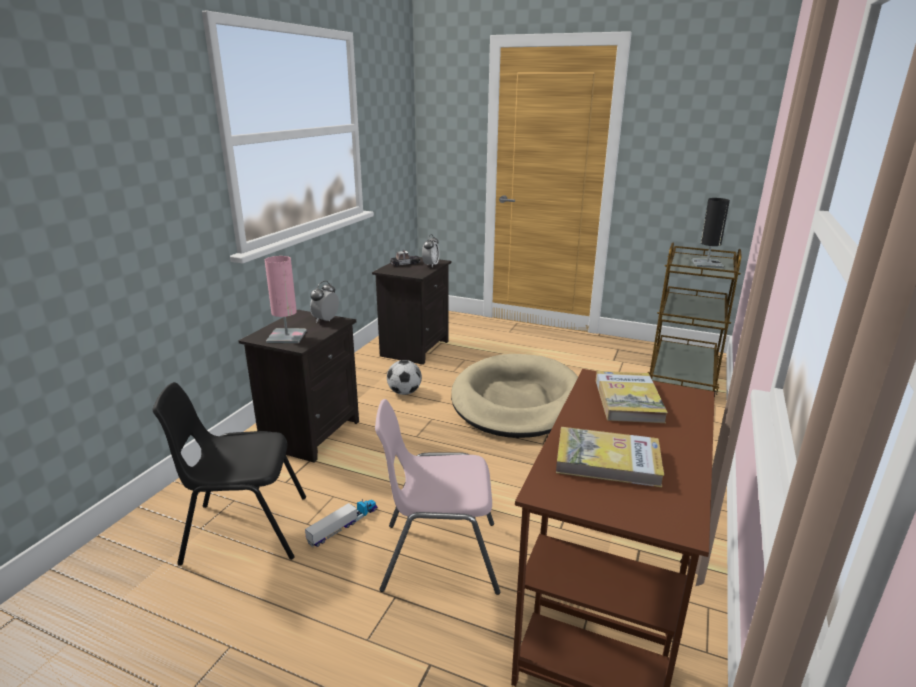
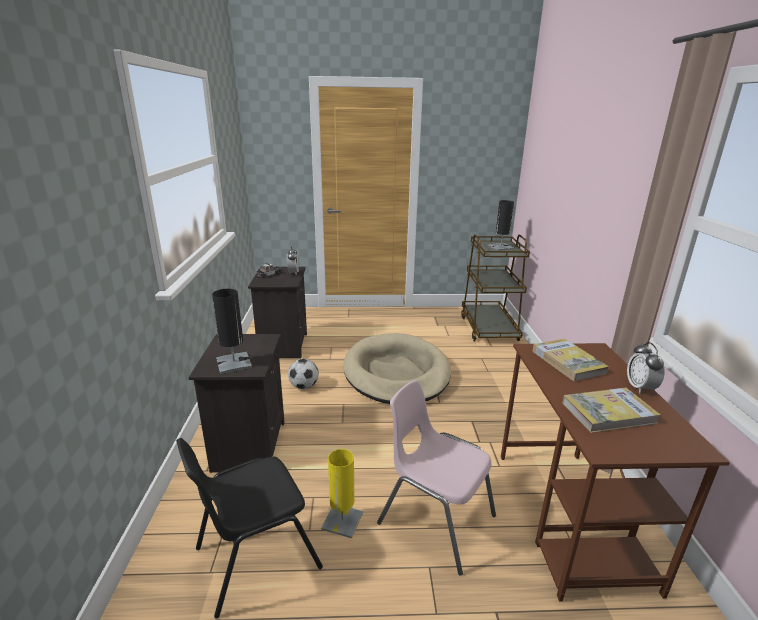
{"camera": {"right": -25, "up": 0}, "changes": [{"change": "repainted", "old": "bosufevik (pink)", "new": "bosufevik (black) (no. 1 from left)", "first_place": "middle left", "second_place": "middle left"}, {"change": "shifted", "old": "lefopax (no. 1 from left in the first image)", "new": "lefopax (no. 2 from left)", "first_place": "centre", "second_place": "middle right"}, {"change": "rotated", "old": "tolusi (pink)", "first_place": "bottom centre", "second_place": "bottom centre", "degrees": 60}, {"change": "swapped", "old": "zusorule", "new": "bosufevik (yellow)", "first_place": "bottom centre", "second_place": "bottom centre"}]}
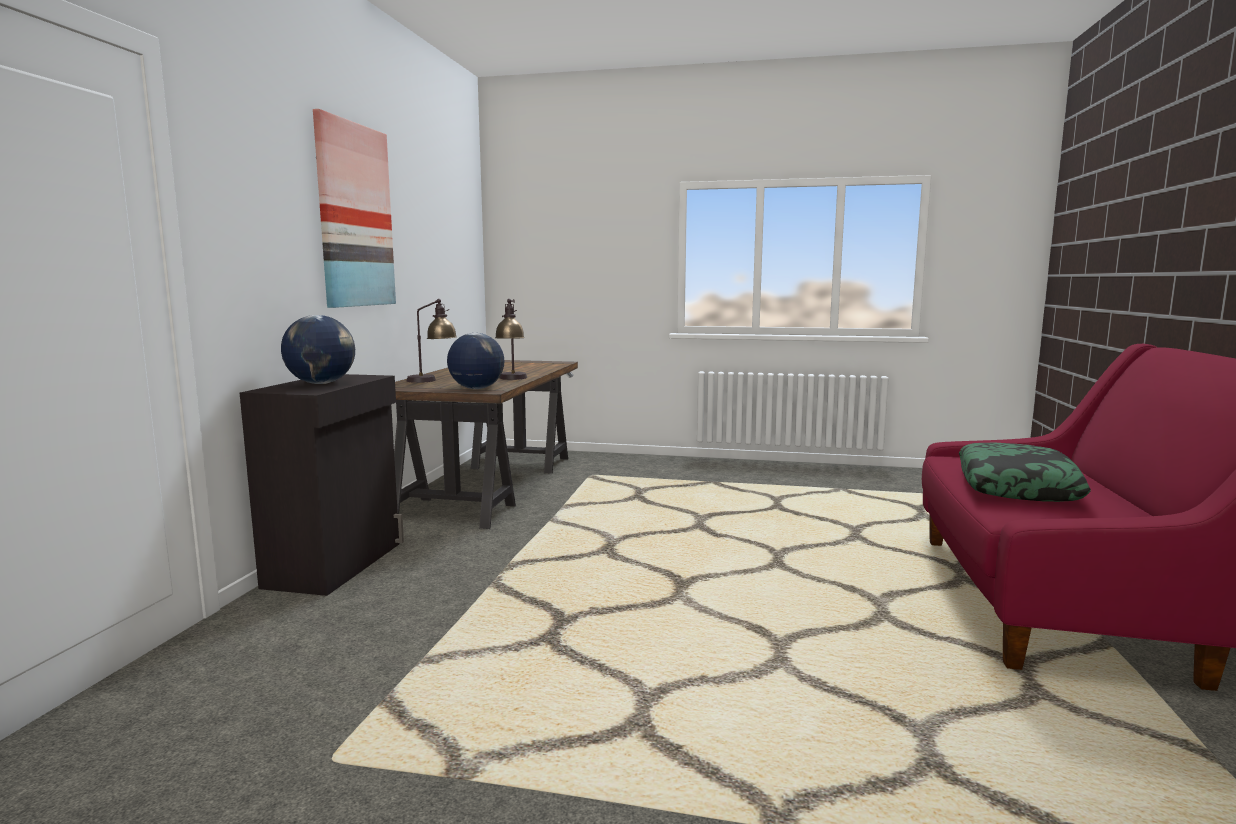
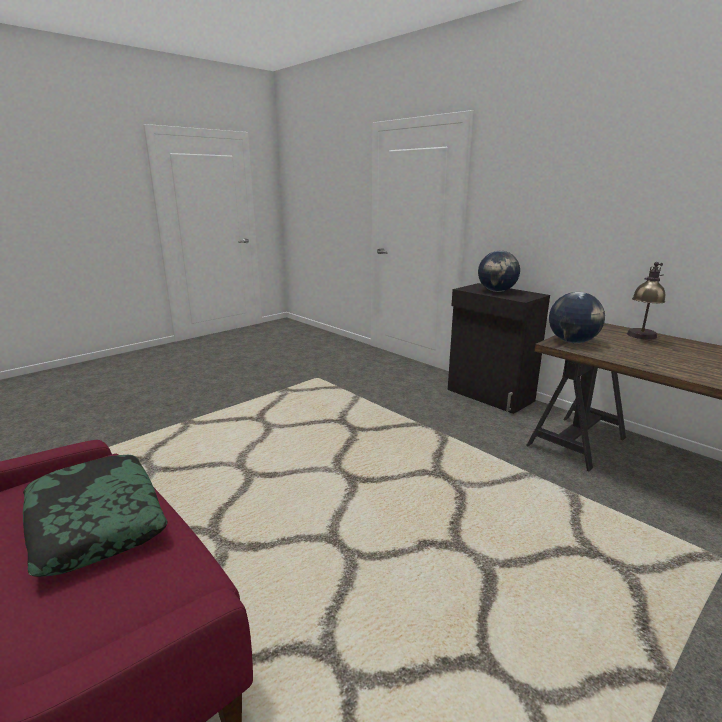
{"camera": {"right": 125, "up": 10}, "changes": [{"change": "gone", "old": "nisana", "first_place": "top left"}, {"change": "gone", "old": "bosufevik (no. 2 from left)", "first_place": "centre"}]}
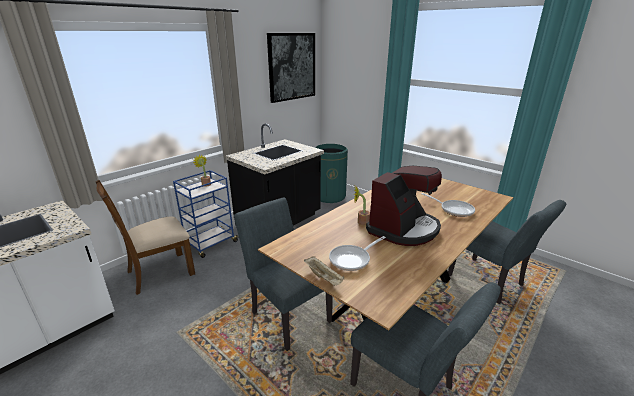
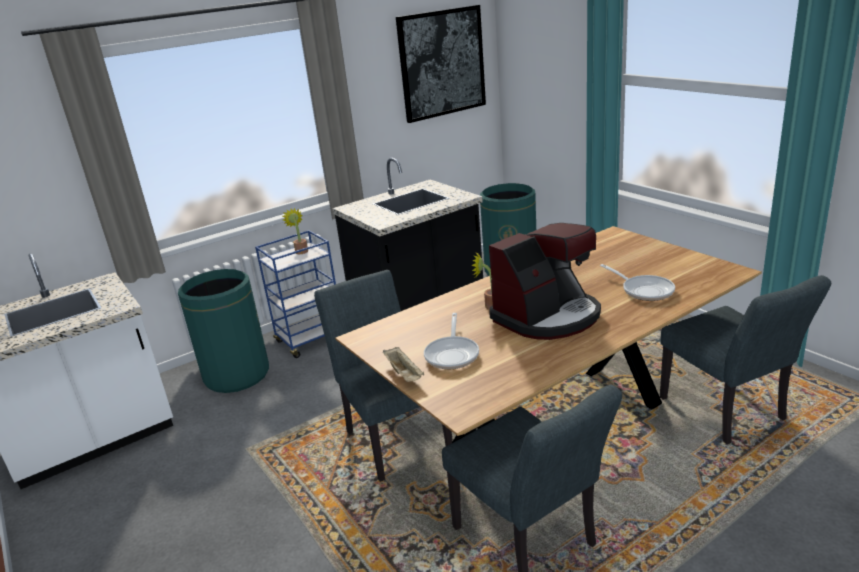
{"camera": {"right": 15, "up": 0}, "changes": [{"change": "swapped", "old": "tolusi (brown)", "new": "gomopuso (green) (no. 1 from left)", "first_place": "middle left", "second_place": "middle left"}, {"change": "rotated", "old": "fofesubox (no. 1 from left)", "first_place": "centre", "second_place": "centre", "degrees": -60}]}
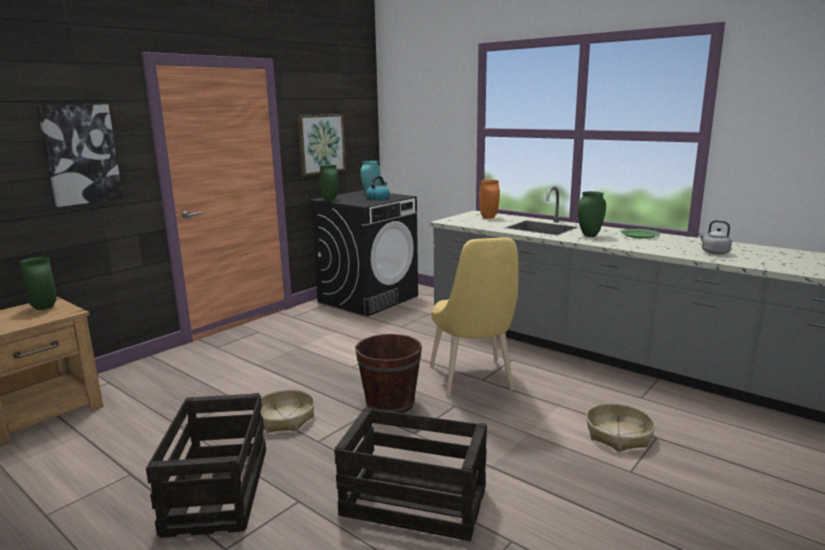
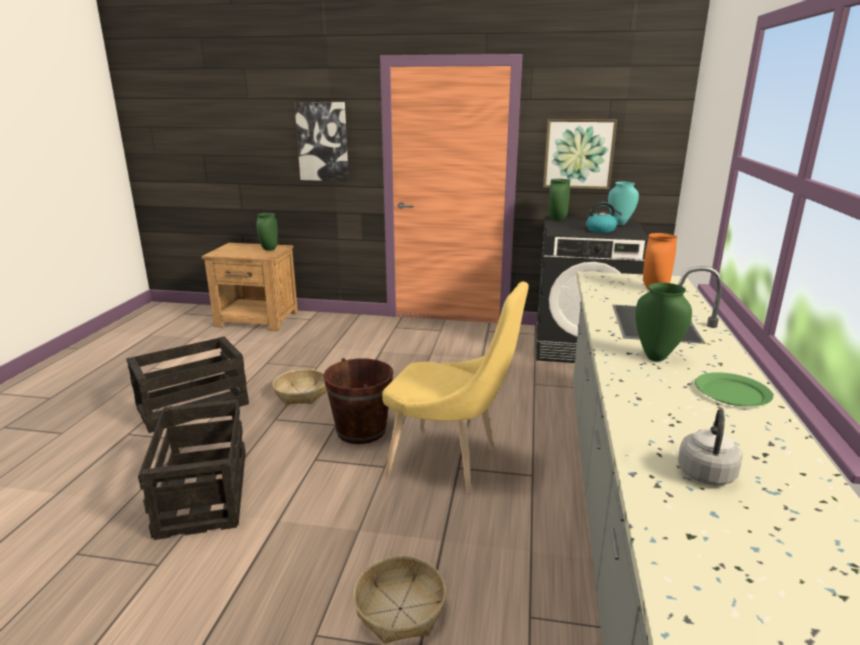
{"camera": {"right": 60, "up": 5}, "changes": [{"change": "rotated", "old": "tolusi (yellow)", "first_place": "centre", "second_place": "centre", "degrees": -120}]}
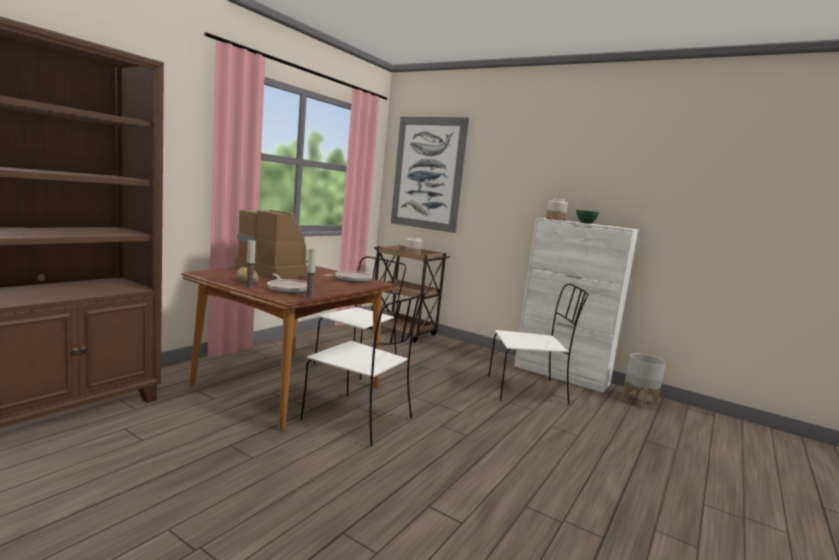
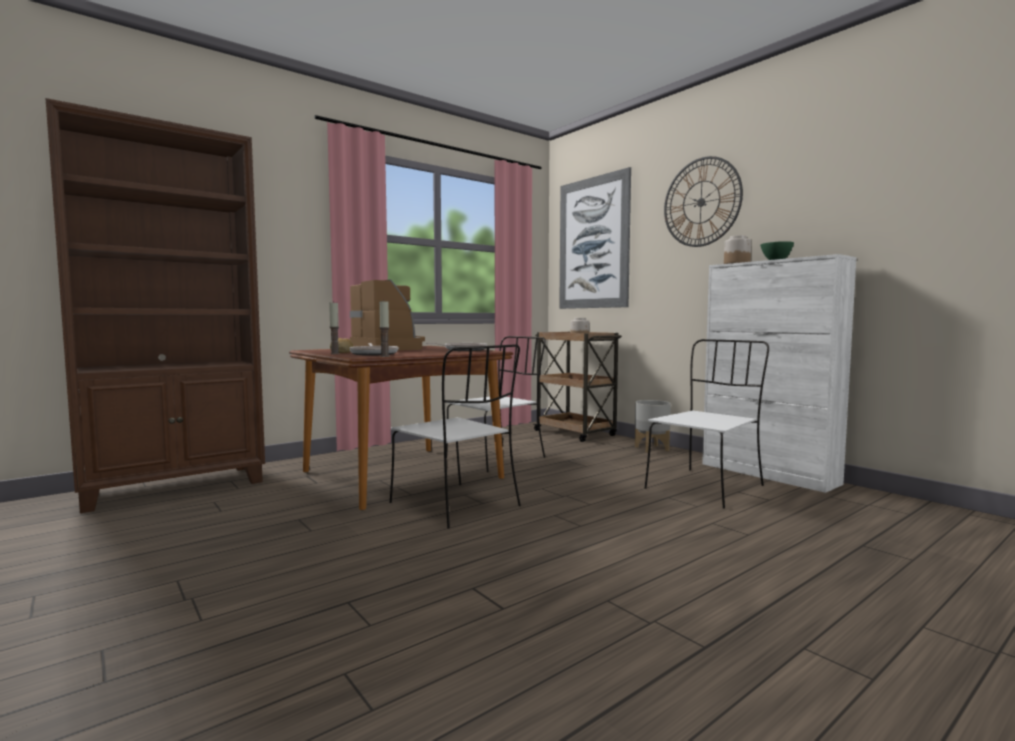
{"camera": {"right": 20, "up": -5}, "changes": [{"change": "rotated", "old": "tolusi (white) (no. 3 from left)", "first_place": "centre", "second_place": "middle right", "degrees": -60}, {"change": "shifted", "old": "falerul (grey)", "first_place": "bottom right", "second_place": "centre"}, {"change": "new", "new": "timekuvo", "second_place": "top right"}]}
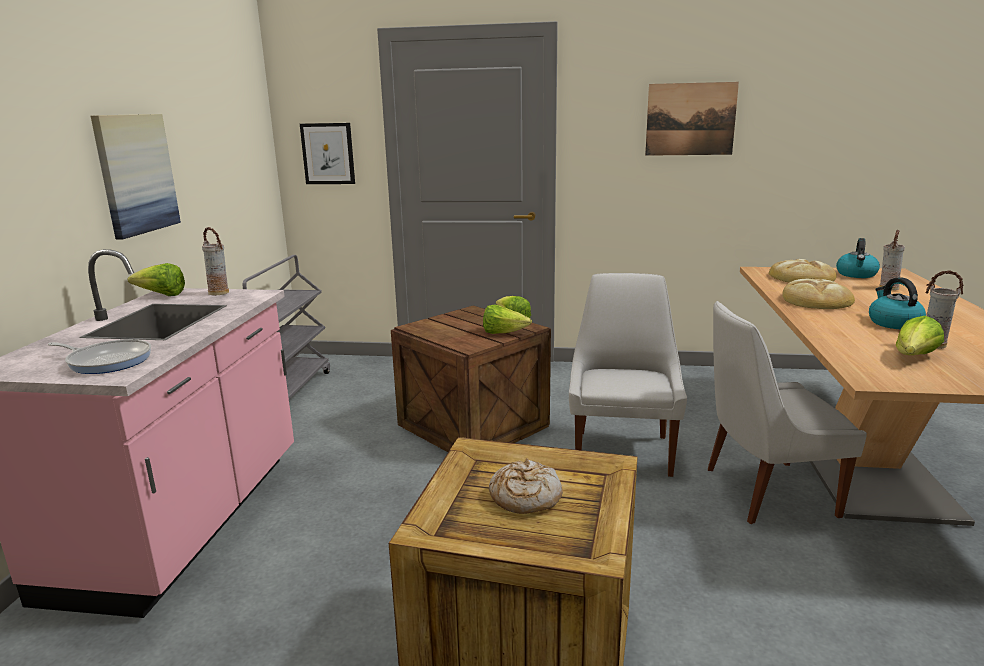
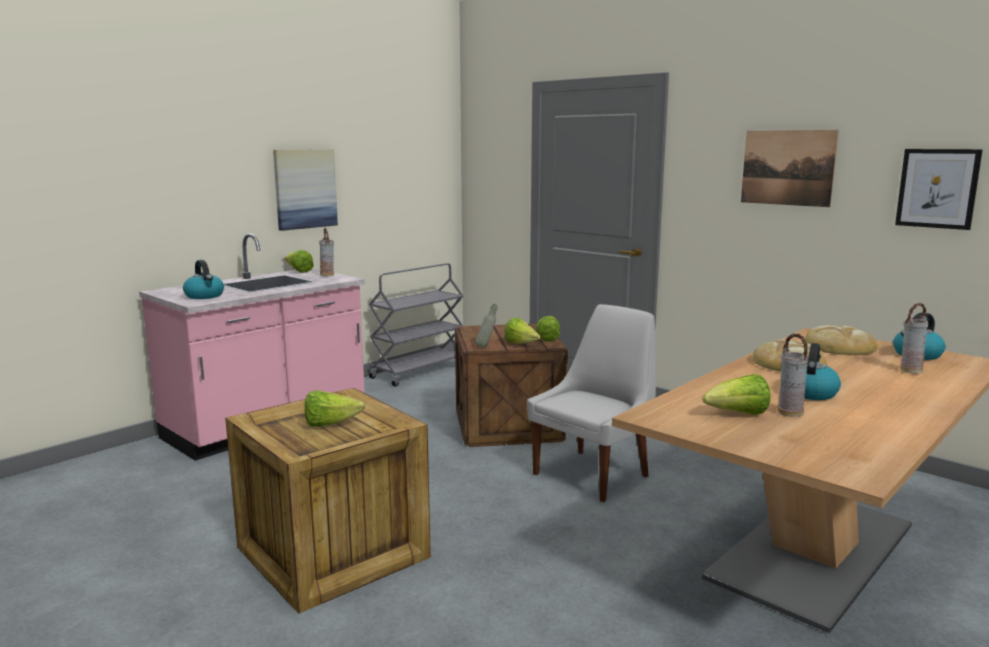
{"camera": {"right": 35, "up": -5}, "changes": [{"change": "shifted", "old": "nisana (no. 2 from left in the first image)", "new": "nisana (no. 3 from left)", "first_place": "top left", "second_place": "top right"}, {"change": "gone", "old": "tolusi (white) (no. 2 from left)", "first_place": "middle right"}, {"change": "swapped", "old": "fofesubox", "new": "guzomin (no. 1 from left)", "first_place": "middle left", "second_place": "middle left"}, {"change": "swapped", "old": "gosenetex (no. 1 from left)", "new": "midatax (no. 2 from left)", "first_place": "bottom centre", "second_place": "centre"}, {"change": "new", "new": "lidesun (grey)", "second_place": "centre"}]}
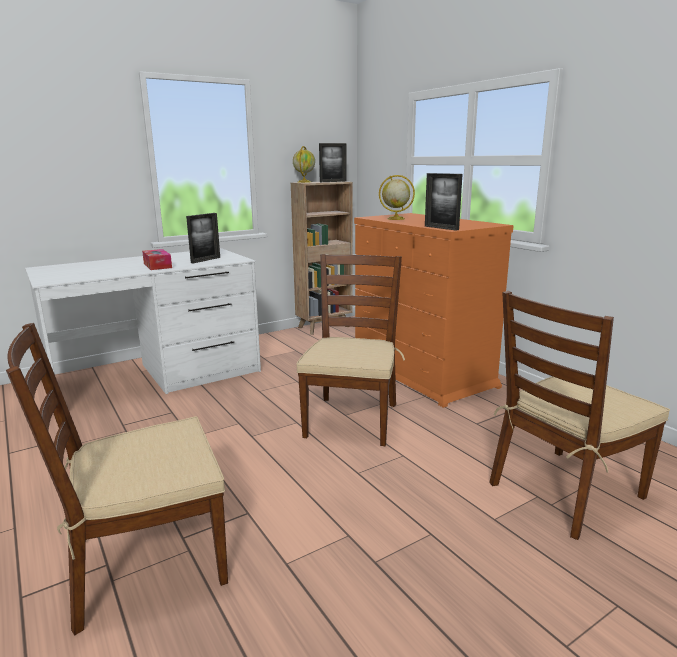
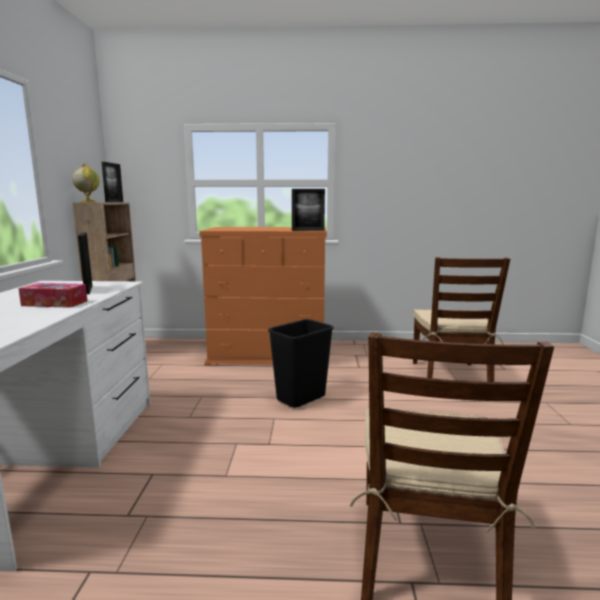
{"camera": {"right": -55, "up": -5}, "changes": [{"change": "gone", "old": "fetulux (no. 2 from left)", "first_place": "top centre"}, {"change": "swapped", "old": "tolusi (brown) (no. 2 from left)", "new": "gomopuso (black)", "first_place": "centre", "second_place": "centre"}]}
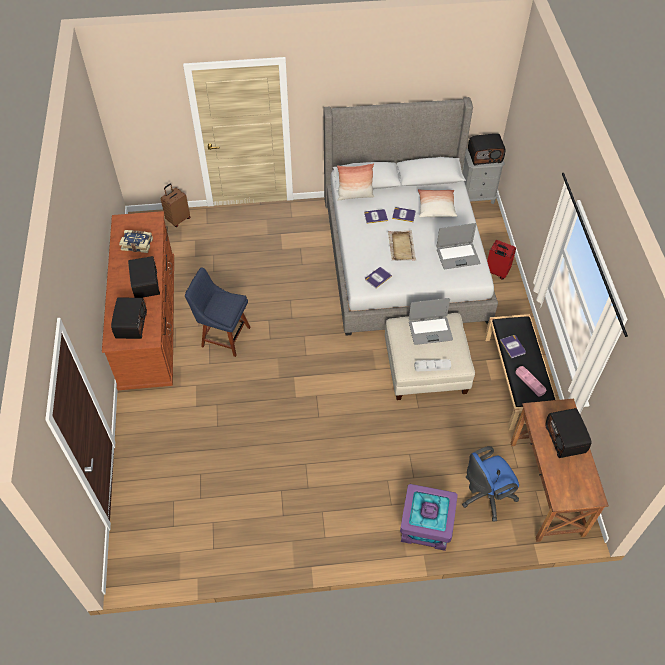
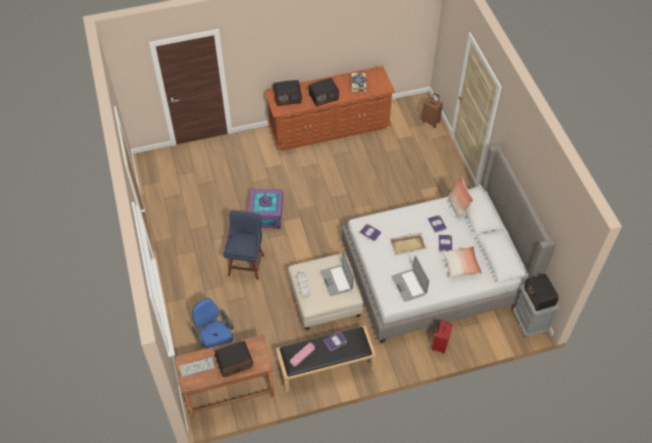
{"camera": {"right": 80, "up": 0}, "changes": [{"change": "shifted", "old": "tolusi (blue)", "first_place": "middle left", "second_place": "centre"}, {"change": "shifted", "old": "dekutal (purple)", "first_place": "bottom centre", "second_place": "centre"}, {"change": "new", "new": "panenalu", "second_place": "bottom left"}]}
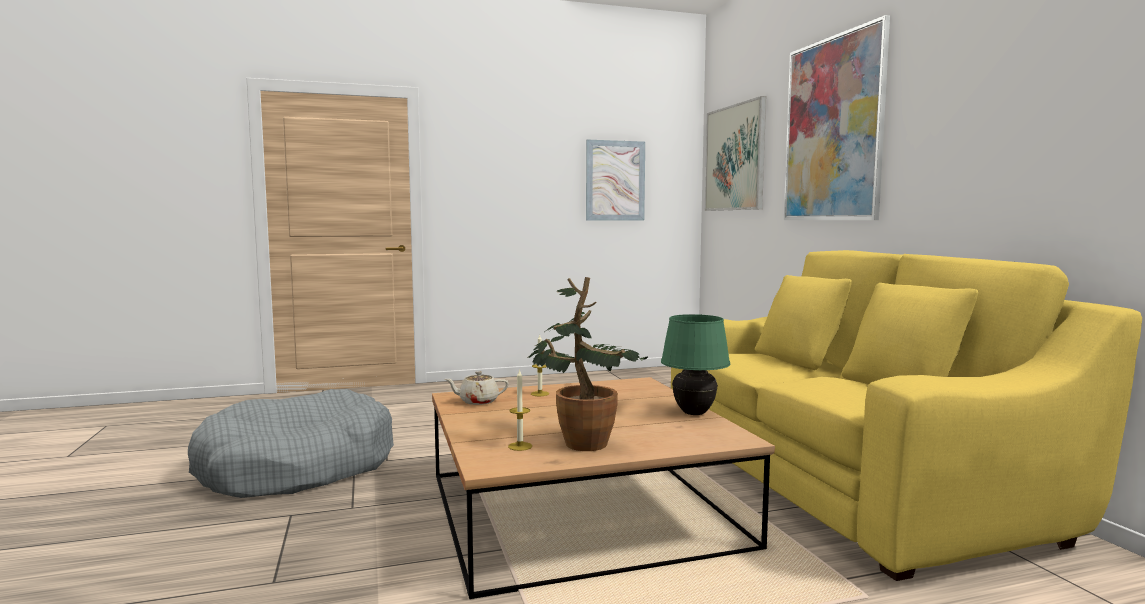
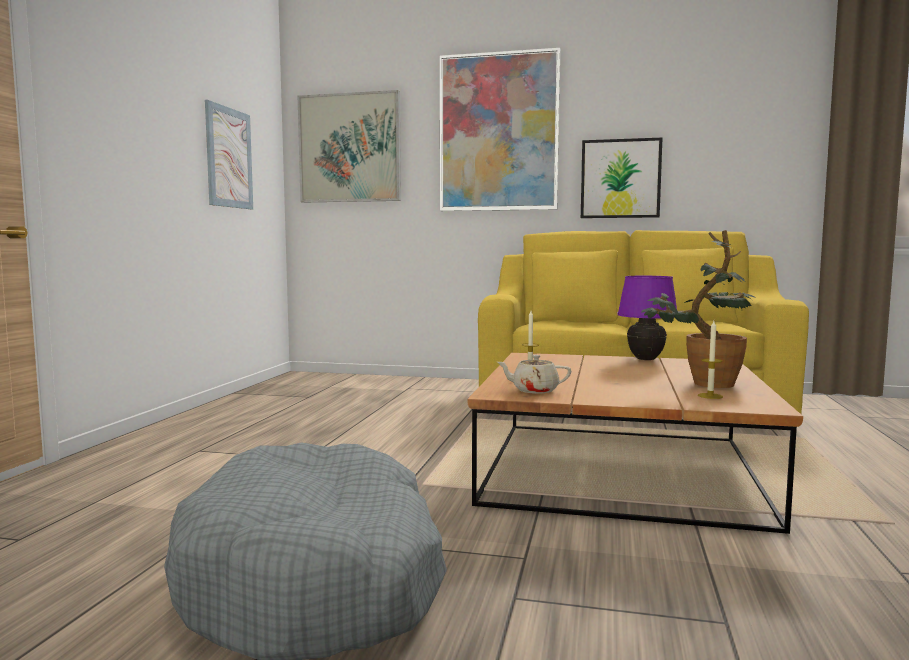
{"camera": {"right": -60, "up": 0}, "changes": [{"change": "repainted", "old": "bosufevik (green)", "new": "bosufevik (purple)", "first_place": "centre", "second_place": "middle right"}, {"change": "rotated", "old": "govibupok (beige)", "first_place": "centre", "second_place": "centre", "degrees": 75}, {"change": "new", "new": "nisana (no. 4 from left)", "second_place": "top right"}]}
